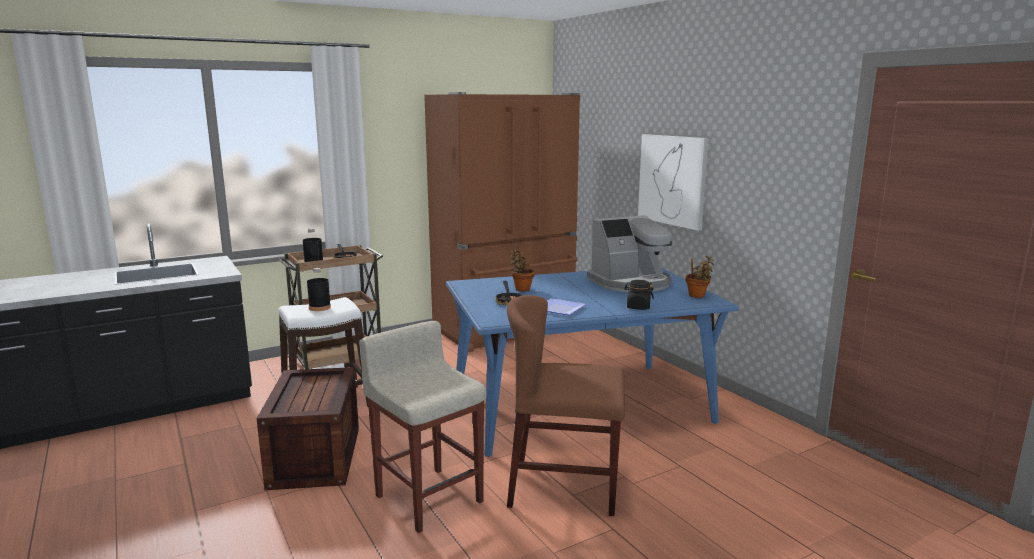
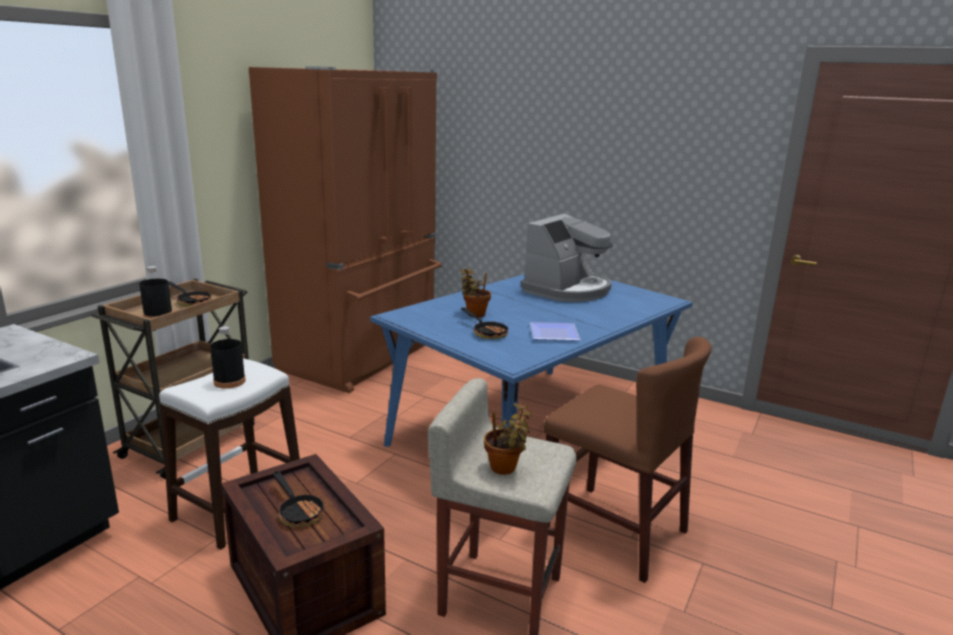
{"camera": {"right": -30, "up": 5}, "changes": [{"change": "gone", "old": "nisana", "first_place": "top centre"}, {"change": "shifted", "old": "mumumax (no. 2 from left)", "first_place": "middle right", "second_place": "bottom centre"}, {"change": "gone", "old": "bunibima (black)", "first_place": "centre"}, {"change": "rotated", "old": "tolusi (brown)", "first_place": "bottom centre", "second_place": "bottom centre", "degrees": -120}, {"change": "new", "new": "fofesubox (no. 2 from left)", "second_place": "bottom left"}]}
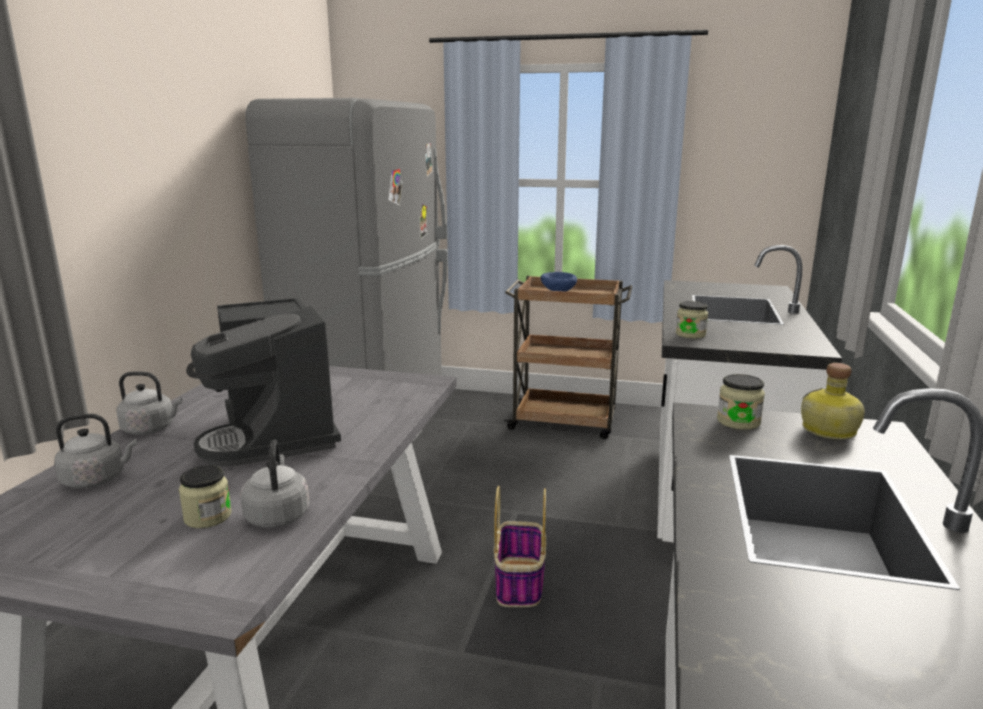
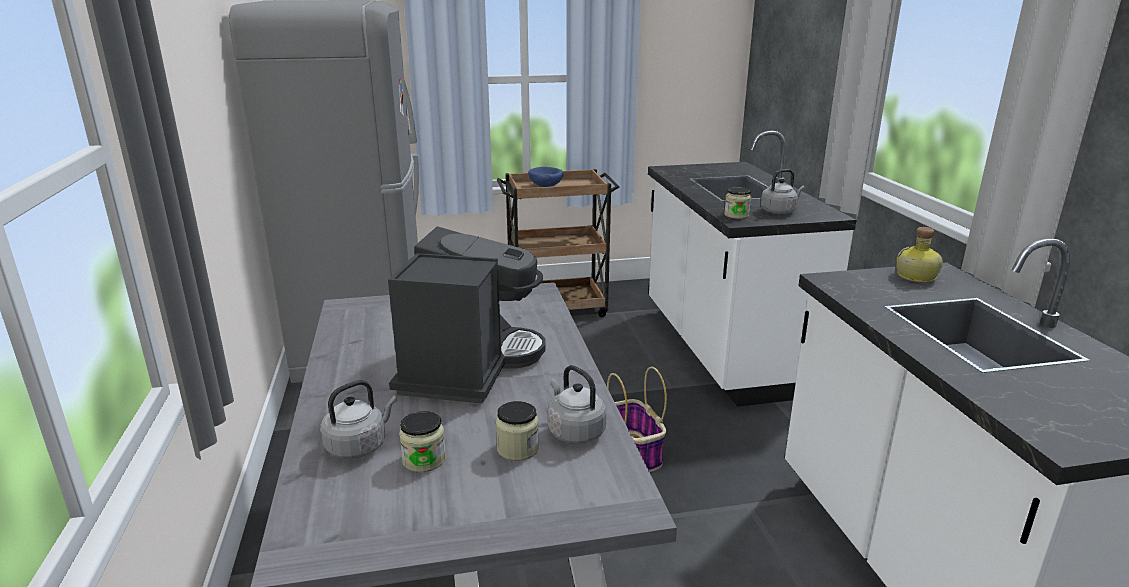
{"camera": {"right": -25, "up": 5}, "changes": [{"change": "rotated", "old": "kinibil", "first_place": "middle left", "second_place": "centre", "degrees": -120}, {"change": "shifted", "old": "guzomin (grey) (no. 2 from left in the first image)", "new": "guzomin (grey) (no. 3 from left)", "first_place": "middle left", "second_place": "top right"}, {"change": "shifted", "old": "bunibima (no. 3 from left in the first image)", "new": "bunibima (no. 1 from left)", "first_place": "middle right", "second_place": "bottom centre"}]}
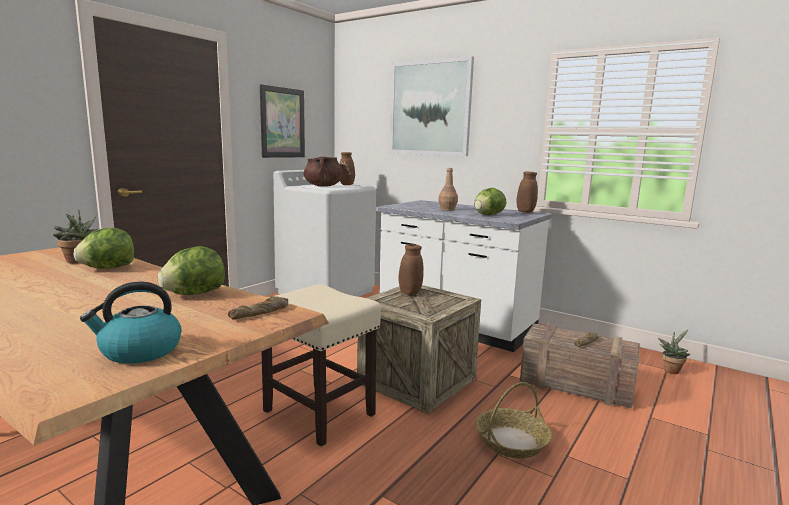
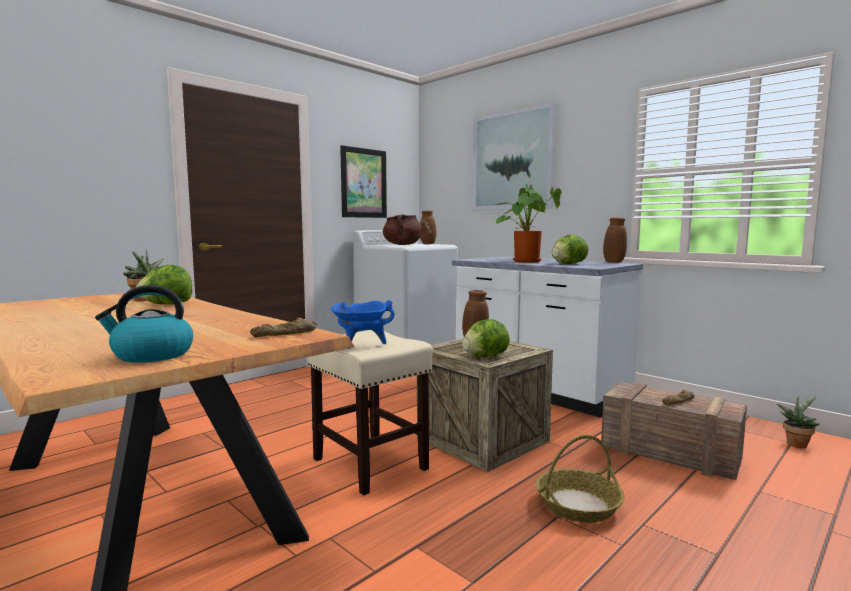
{"camera": {"right": 10, "up": -5}, "changes": [{"change": "swapped", "old": "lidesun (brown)", "new": "mumumax (no. 2 from left)", "first_place": "centre", "second_place": "centre"}, {"change": "shifted", "old": "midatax (no. 2 from left)", "first_place": "middle left", "second_place": "centre"}, {"change": "new", "new": "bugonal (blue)", "second_place": "centre"}]}
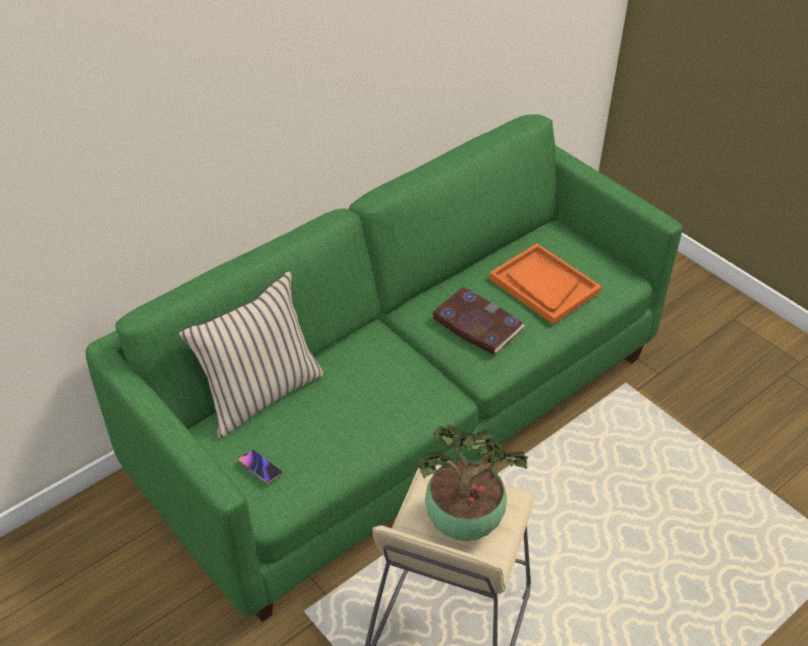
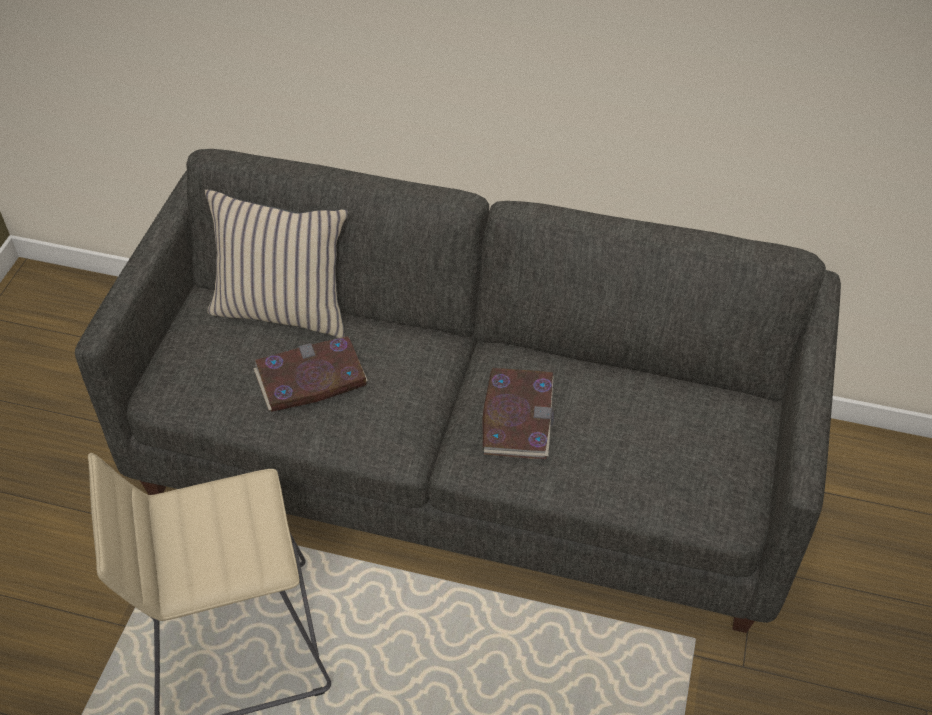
{"camera": {"right": 55, "up": 5}, "changes": [{"change": "repainted", "old": "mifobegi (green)", "new": "mifobegi (grey)", "first_place": "centre", "second_place": "centre"}, {"change": "gone", "old": "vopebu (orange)", "first_place": "middle right"}, {"change": "gone", "old": "mumumax", "first_place": "bottom centre"}, {"change": "gone", "old": "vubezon", "first_place": "bottom left"}, {"change": "new", "new": "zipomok (no. 1 from left)", "second_place": "middle left"}]}
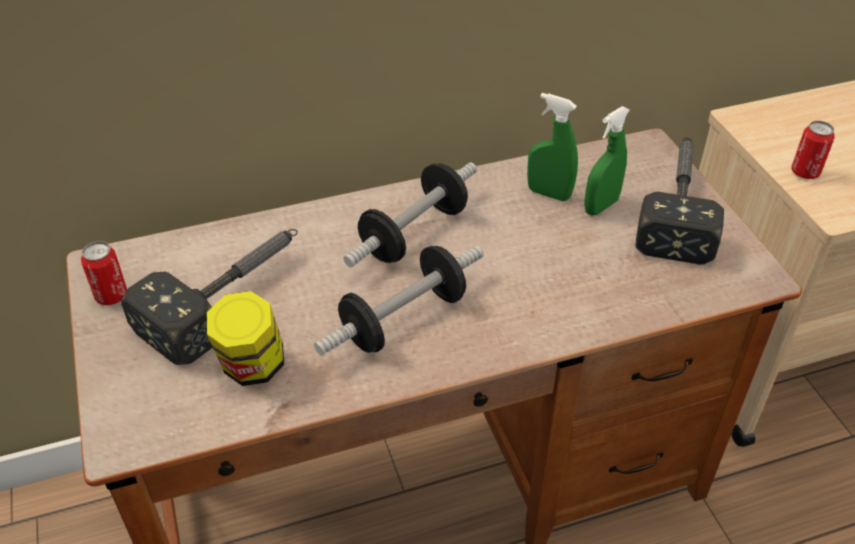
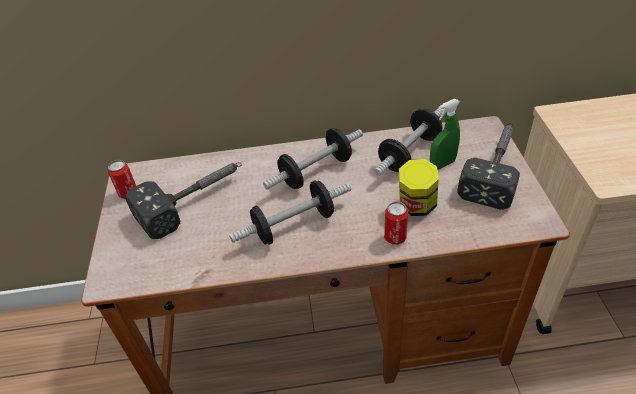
{"camera": {"right": 15, "up": 0}, "changes": [{"change": "swapped", "old": "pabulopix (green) (no. 1 from left)", "new": "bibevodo (no. 3 from left)", "first_place": "top centre", "second_place": "centre"}, {"change": "shifted", "old": "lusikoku (no. 2 from left)", "first_place": "top right", "second_place": "centre"}, {"change": "shifted", "old": "bunibima", "first_place": "middle left", "second_place": "centre"}]}
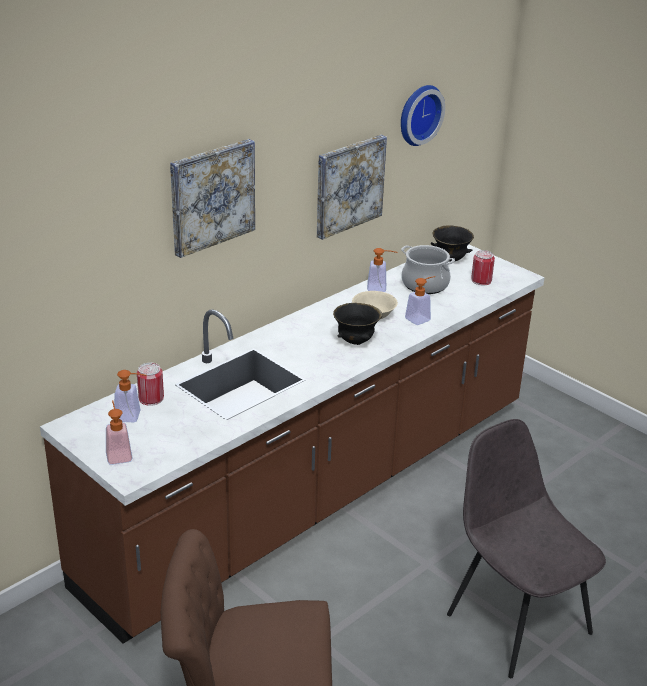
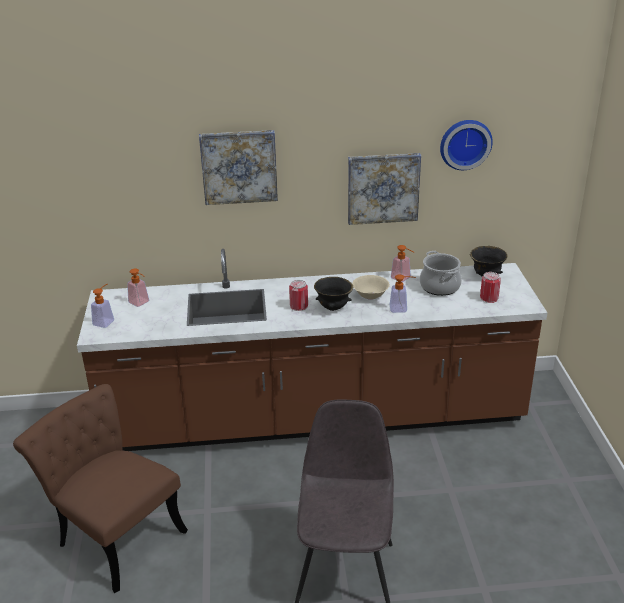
{"camera": {"right": 40, "up": 0}, "changes": [{"change": "shifted", "old": "lusikoku (no. 1 from left)", "first_place": "middle left", "second_place": "centre"}]}
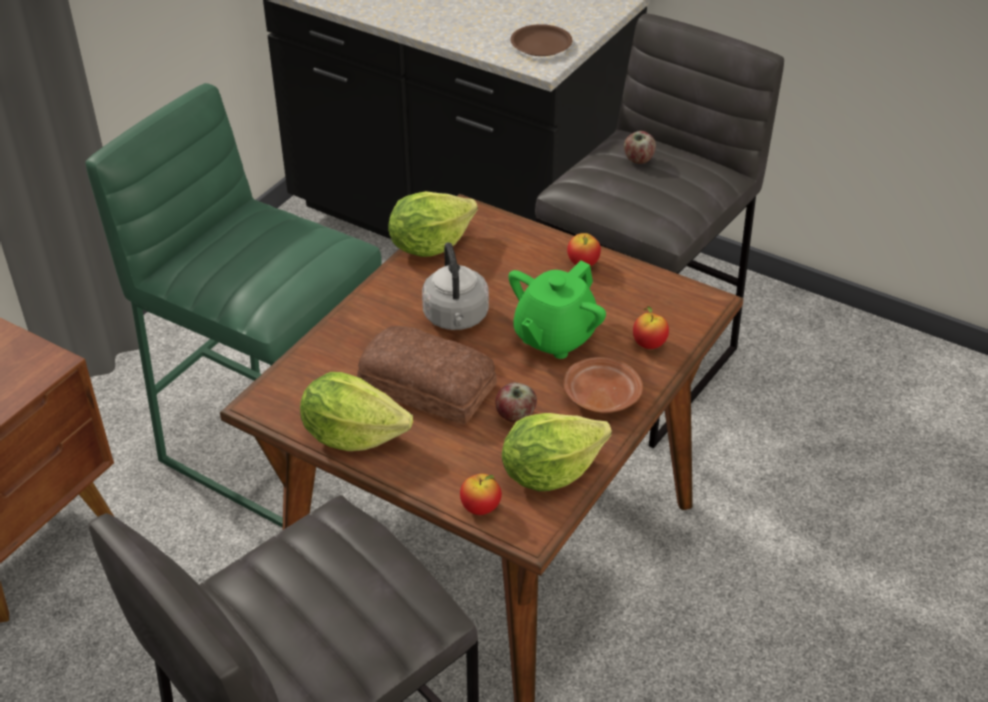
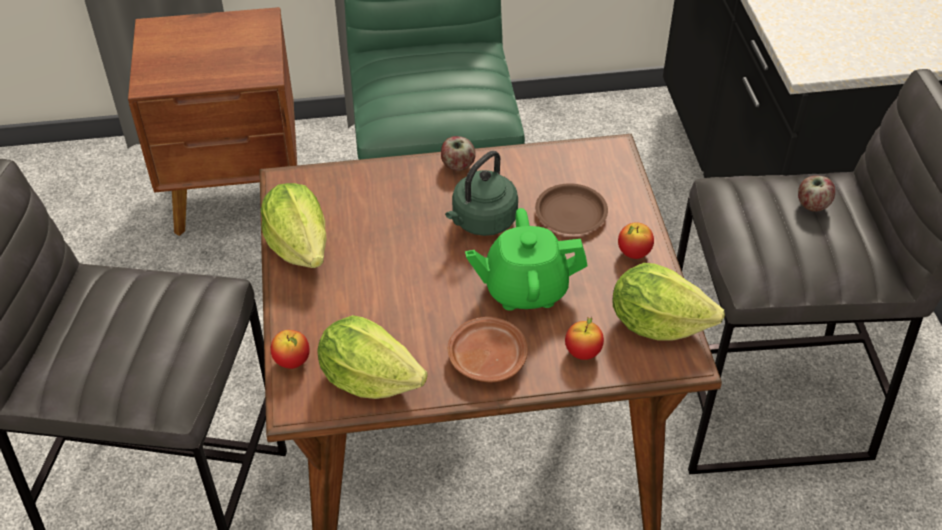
{"camera": {"right": 50, "up": 5}, "changes": [{"change": "shifted", "old": "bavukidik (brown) (no. 1 from left in the first image)", "new": "bavukidik (brown) (no. 2 from left)", "first_place": "top centre", "second_place": "centre"}, {"change": "shifted", "old": "midatax (no. 2 from left in the first image)", "new": "midatax (no. 3 from left)", "first_place": "top centre", "second_place": "middle right"}, {"change": "repainted", "old": "guzomin (grey)", "new": "guzomin (green)", "first_place": "centre", "second_place": "centre"}, {"change": "gone", "old": "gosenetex", "first_place": "centre"}, {"change": "shifted", "old": "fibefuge (no. 2 from left)", "first_place": "centre", "second_place": "top centre"}]}
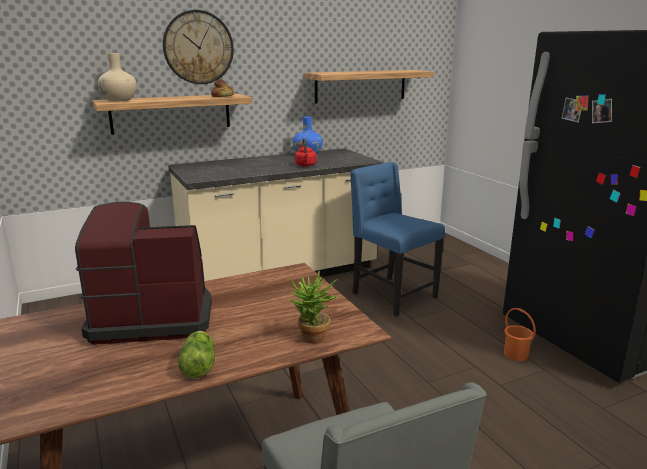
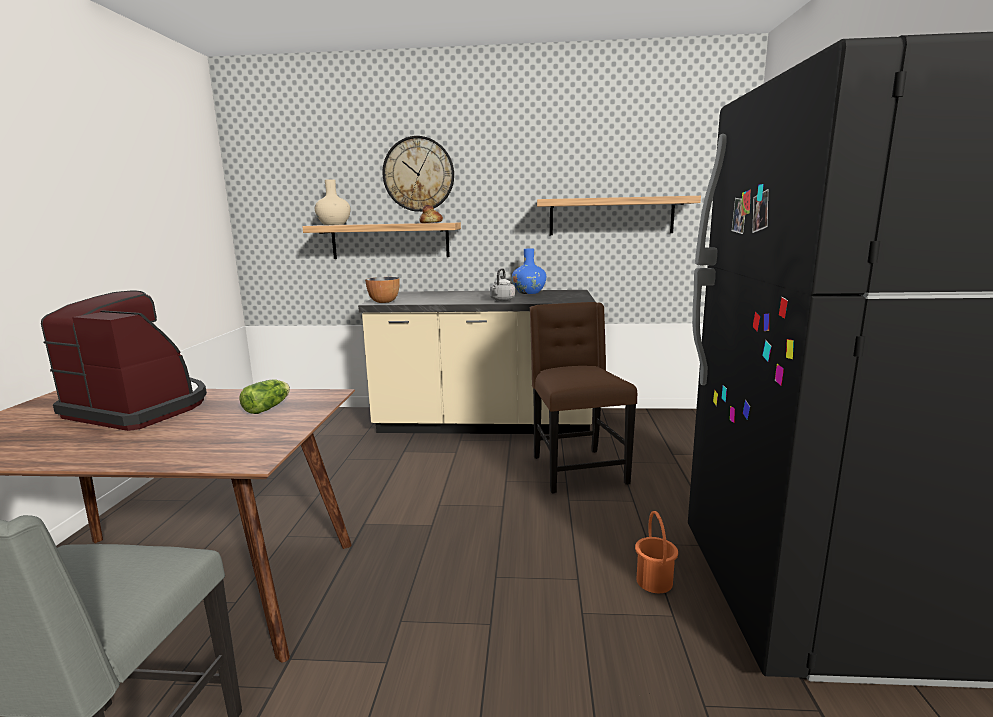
{"camera": {"right": 30, "up": -5}, "changes": [{"change": "repainted", "old": "guzomin (red)", "new": "guzomin (grey)", "first_place": "top centre", "second_place": "centre"}, {"change": "repainted", "old": "tolusi (blue)", "new": "tolusi (brown)", "first_place": "centre", "second_place": "centre"}, {"change": "gone", "old": "mumumax", "first_place": "centre"}, {"change": "shifted", "old": "midatax", "first_place": "bottom left", "second_place": "middle left"}, {"change": "new", "new": "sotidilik", "second_place": "centre"}]}
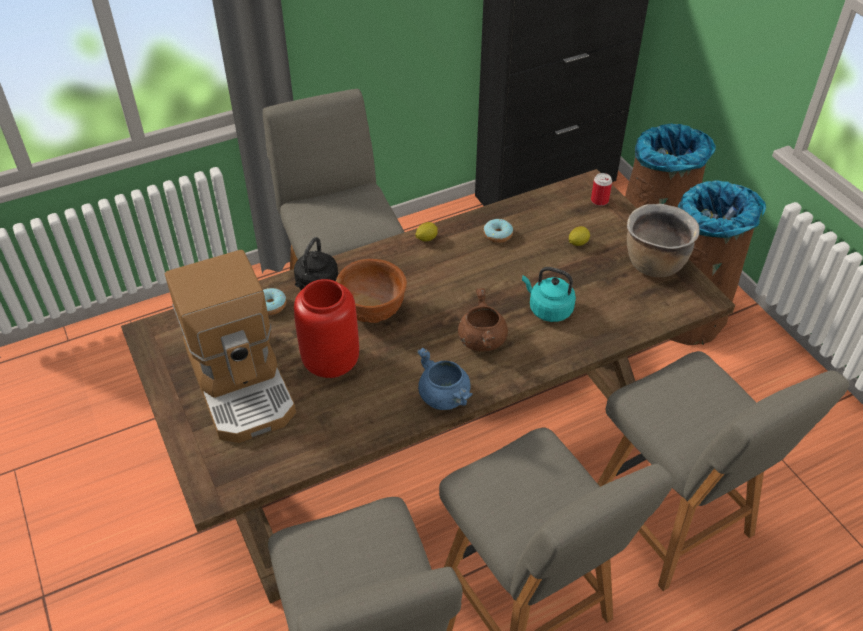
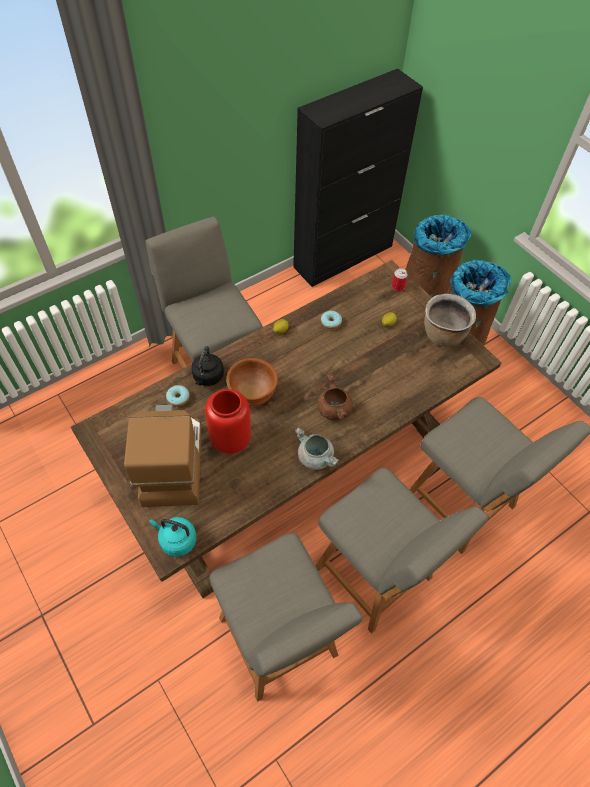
{"camera": {"right": -10, "up": 10}, "changes": [{"change": "rotated", "old": "kinibil", "first_place": "middle left", "second_place": "middle left", "degrees": -150}, {"change": "shifted", "old": "guzomin (turquoise)", "first_place": "centre", "second_place": "bottom left"}, {"change": "repainted", "old": "bugonal (blue)", "new": "bugonal (grey)", "first_place": "centre", "second_place": "centre"}]}
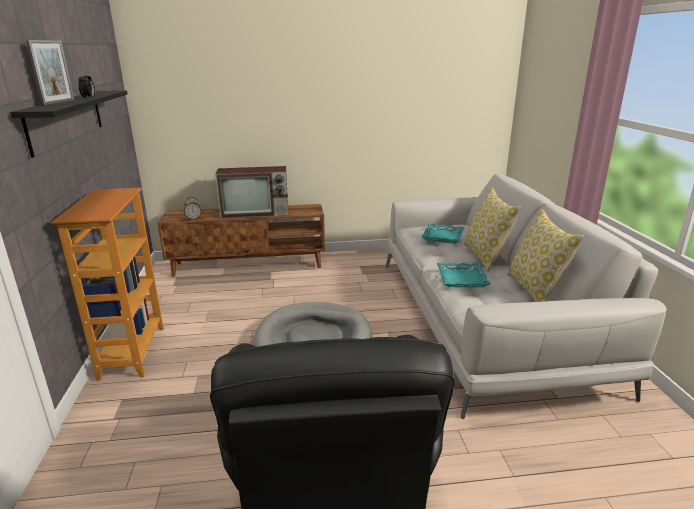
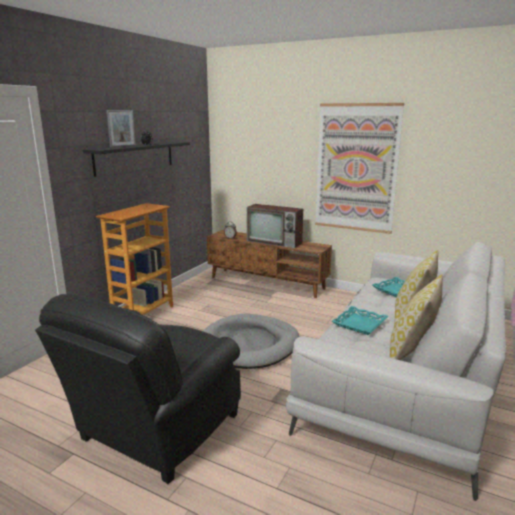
{"camera": {"right": 35, "up": -5}, "changes": [{"change": "new", "new": "nisana", "second_place": "top right"}]}
